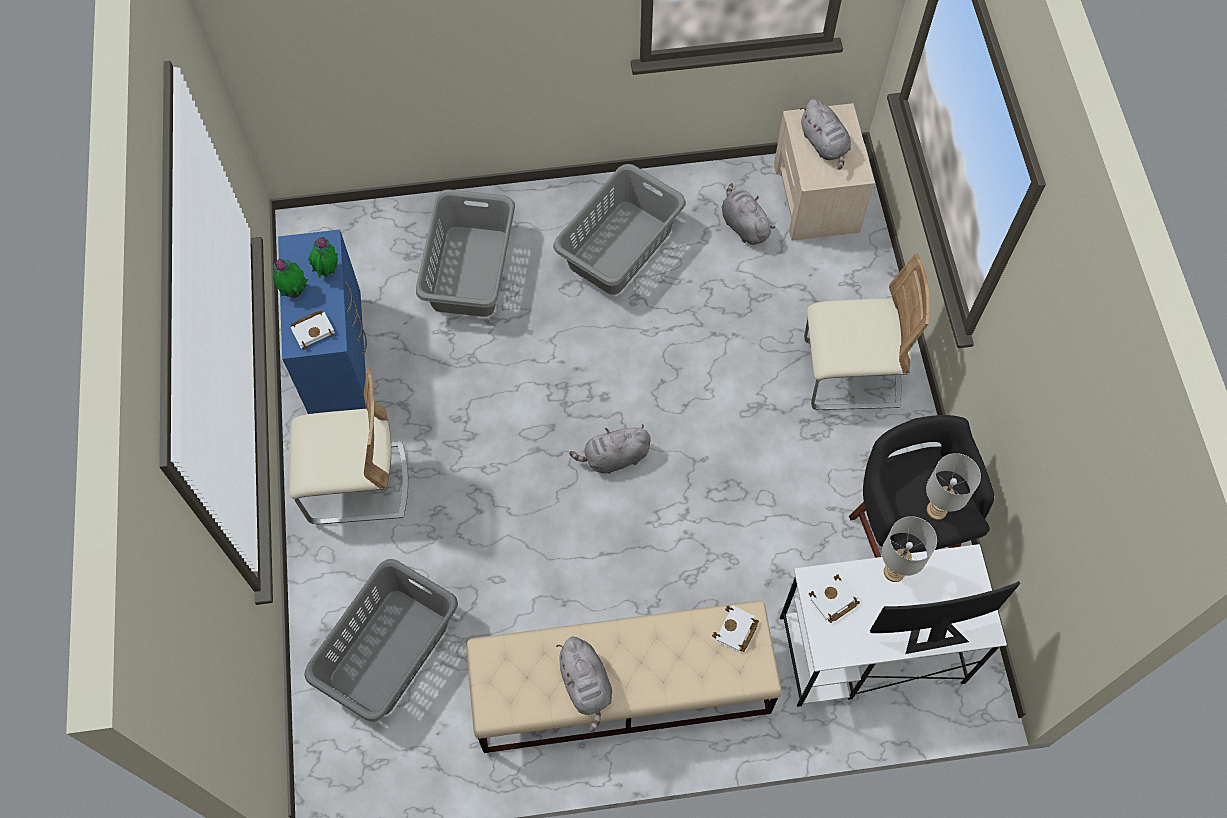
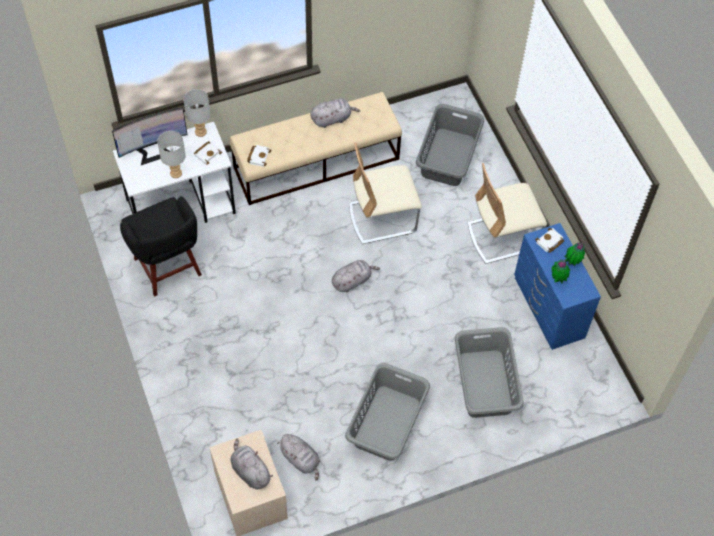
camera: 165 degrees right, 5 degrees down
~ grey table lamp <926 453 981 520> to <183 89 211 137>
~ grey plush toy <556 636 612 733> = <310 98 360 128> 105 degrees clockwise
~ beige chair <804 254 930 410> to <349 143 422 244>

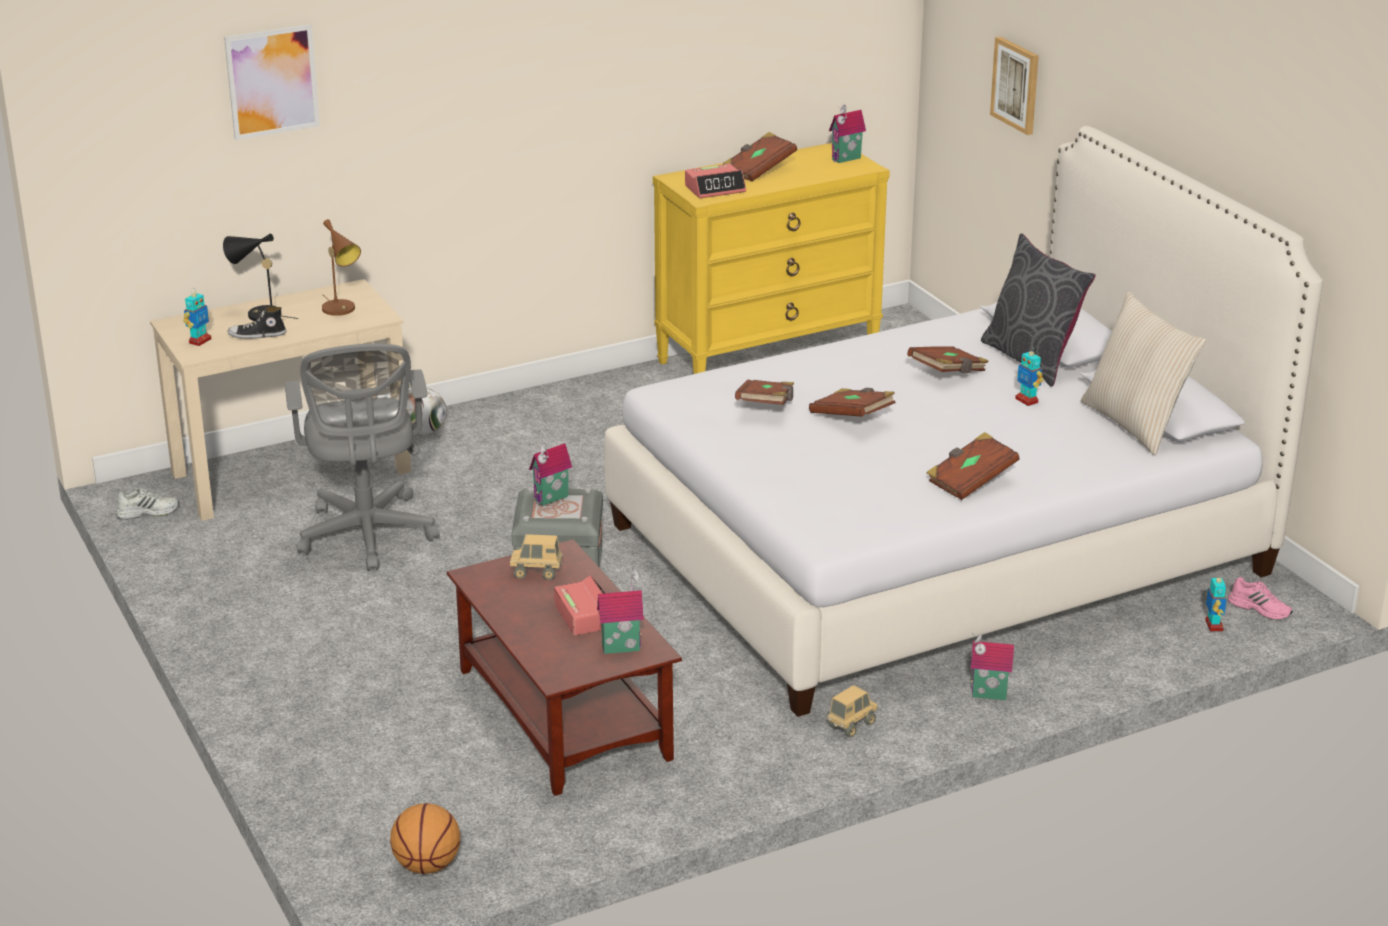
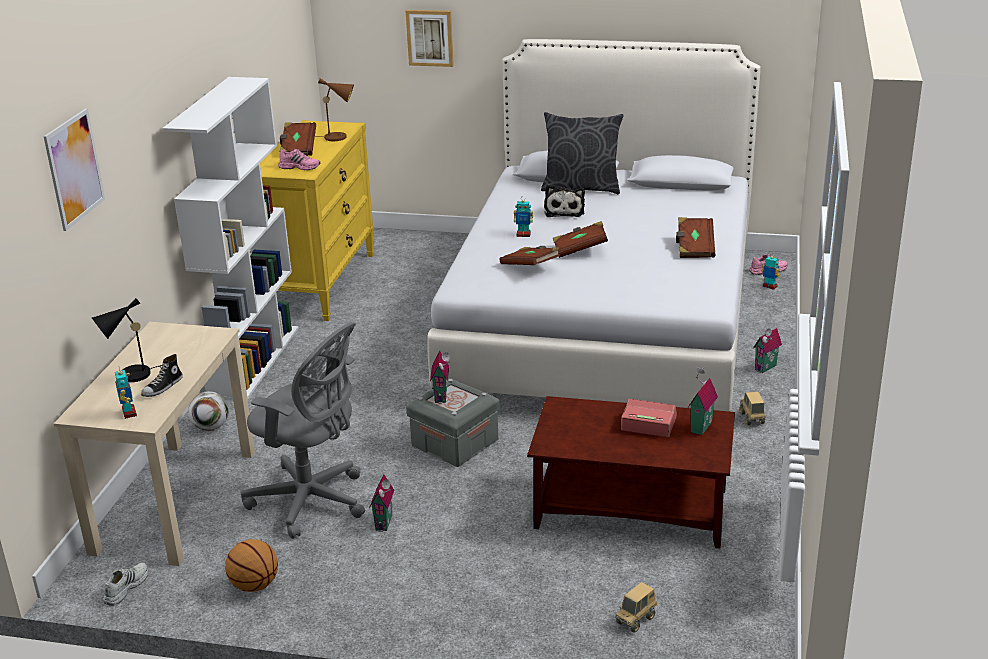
camera: 50 degrees left, 0 degrees up
+ white bookcase <163 77 299 400>
~ basketball <390 803 460 874> to <225 539 278 592>
~ alarm clock <685 164 746 199> to pink shoe <278 149 320 170>
~ brown table lamp <322 219 361 316> to <315 79 354 141>
~ toy house <829 105 866 163> to <369 475 394 532>
~ toy robot <1015 346 1044 406> to <514 196 533 237>
~ brown book <907 347 989 373> to plush toy <544 184 585 217>
~ toy truck <510 534 563 580> to <615 582 658 633>
- beige pillow <1081 292 1206 456>

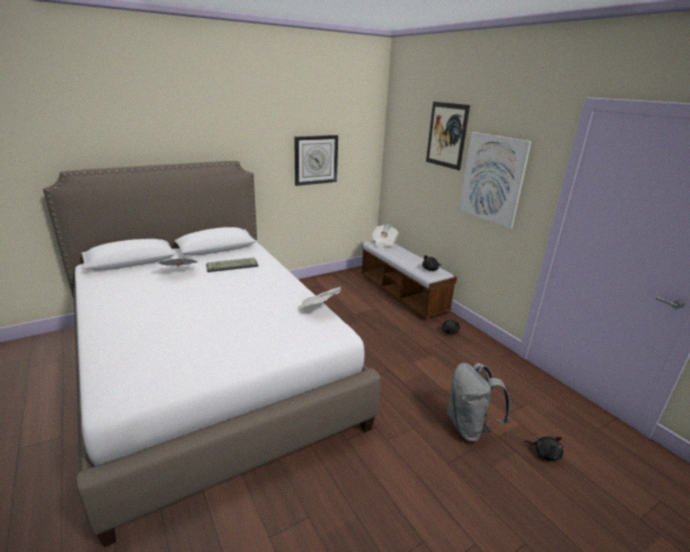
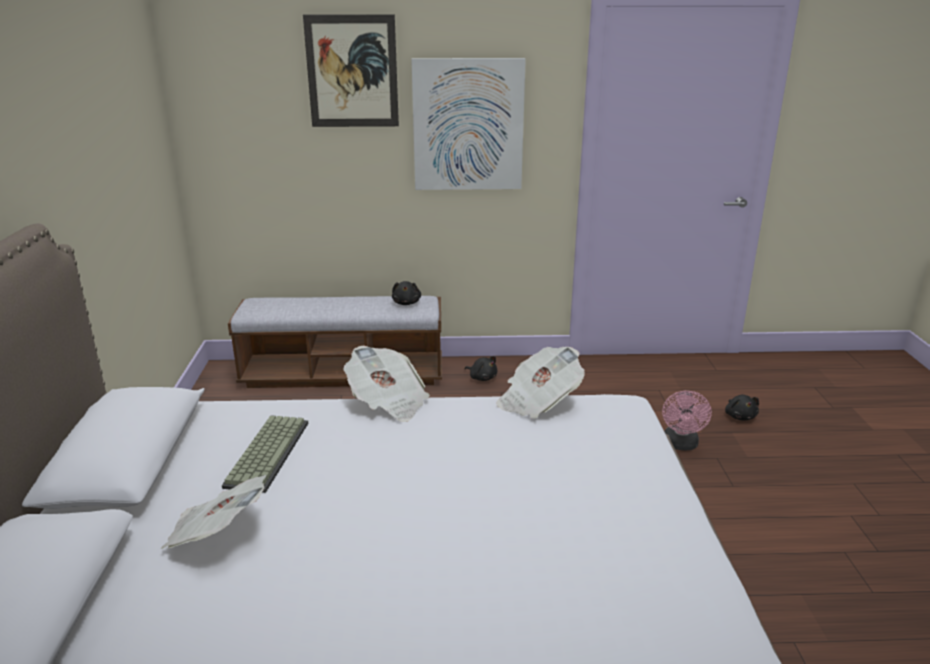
camera: 60 degrees left, 0 degrees up
~ newspaper <372 224 399 248> to <344 346 430 422>
~ grey backpack <447 363 510 442> to pink fan <662 391 712 450>
~ black plush toy <524 437 565 461> = <725 395 759 421> 105 degrees clockwise
- wall clock <294 135 338 186>

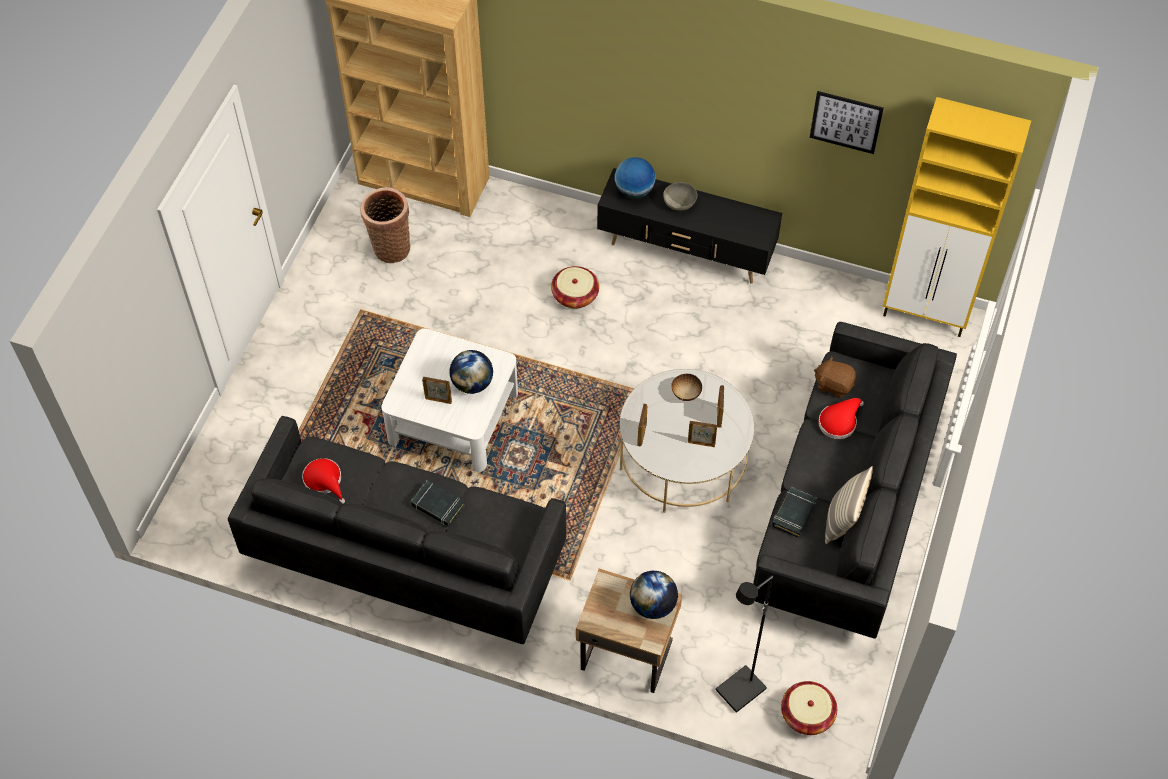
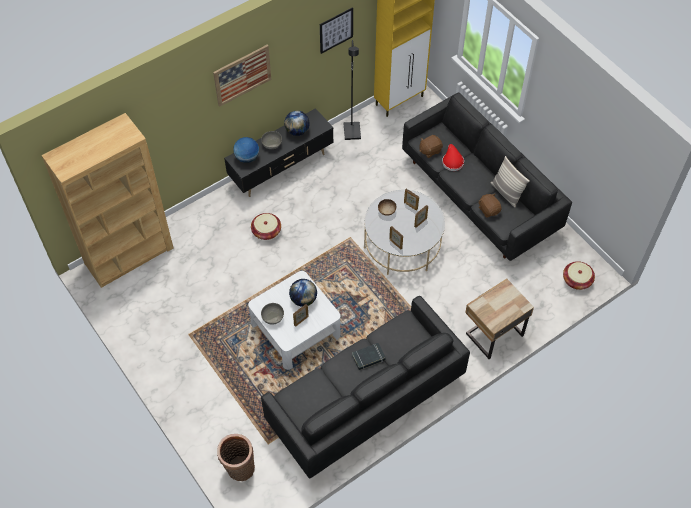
camera: 55 degrees left, 0 degrees up
+ picture <213 45 271 107>
~ basket <360 187 410 263> to <217 434 255 481>
+ grey bowl <261 303 284 325>
~ globe <630 571 678 619> to <284 110 310 136>
~ black floor lamp <716 576 773 713> to <344 40 361 140>
~ black book <772 487 817 538> to brown plush toy <479 193 502 217>
- red hat <302 458 345 504>

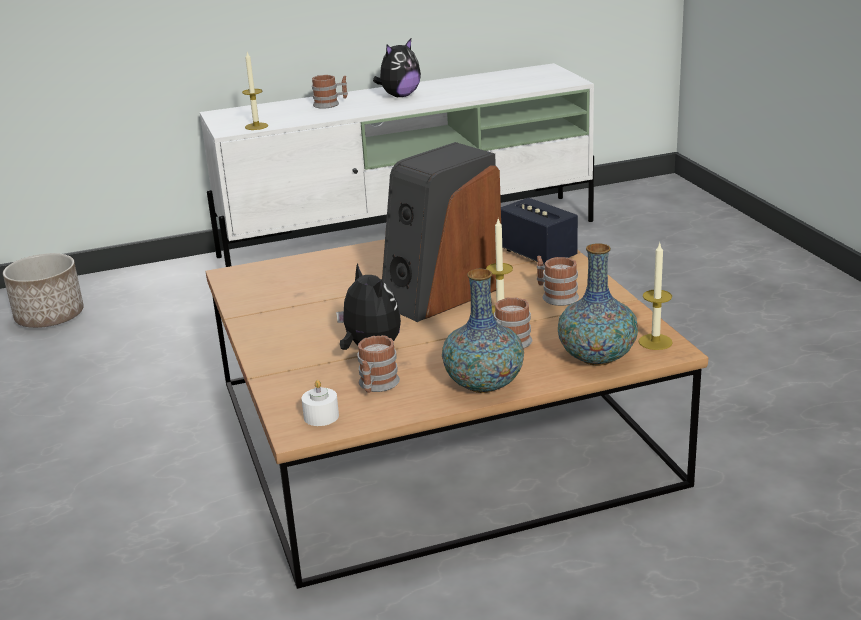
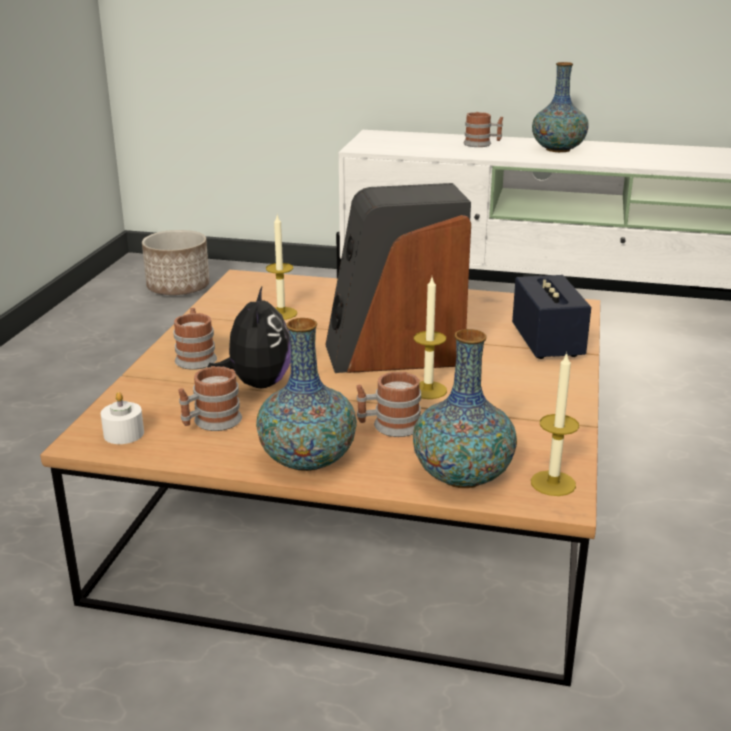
camera: 30 degrees right, 0 degrees up
~ mug <537 256 579 306> to <173 308 217 370>
~ candle <242 52 268 130> to <266 215 297 320>
~ plush toy <373 39 421 97> to vase <532 62 589 152>

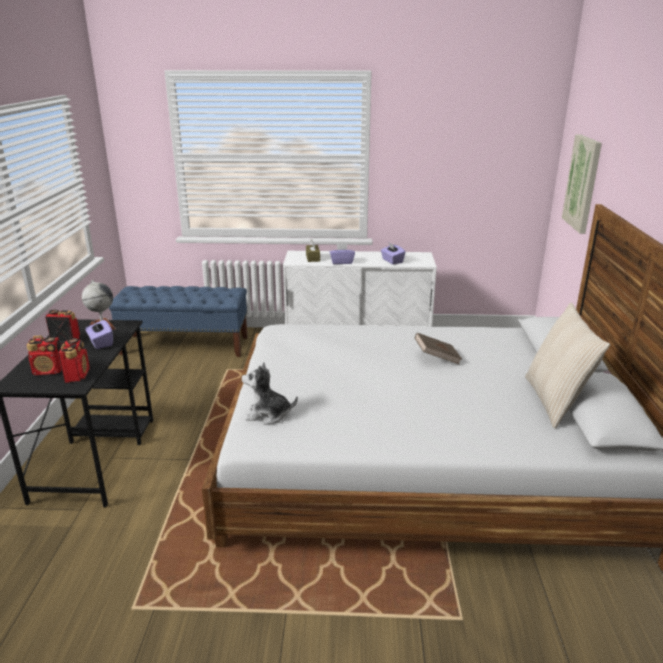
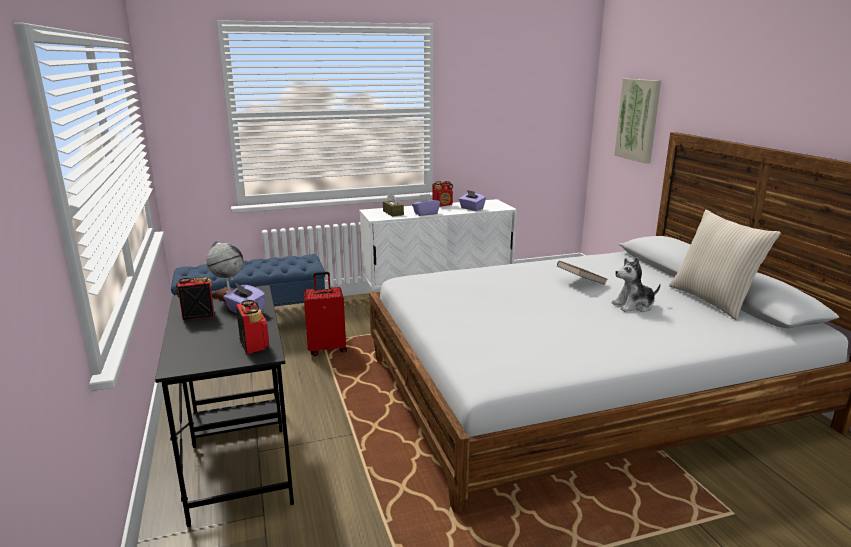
camera: 20 degrees left, 5 degrees down
+ red suitcase <303 272 347 356>
~ radio <27 336 62 375> to <432 181 453 207>
~ plush toy <242 363 298 425> to <612 257 661 312>

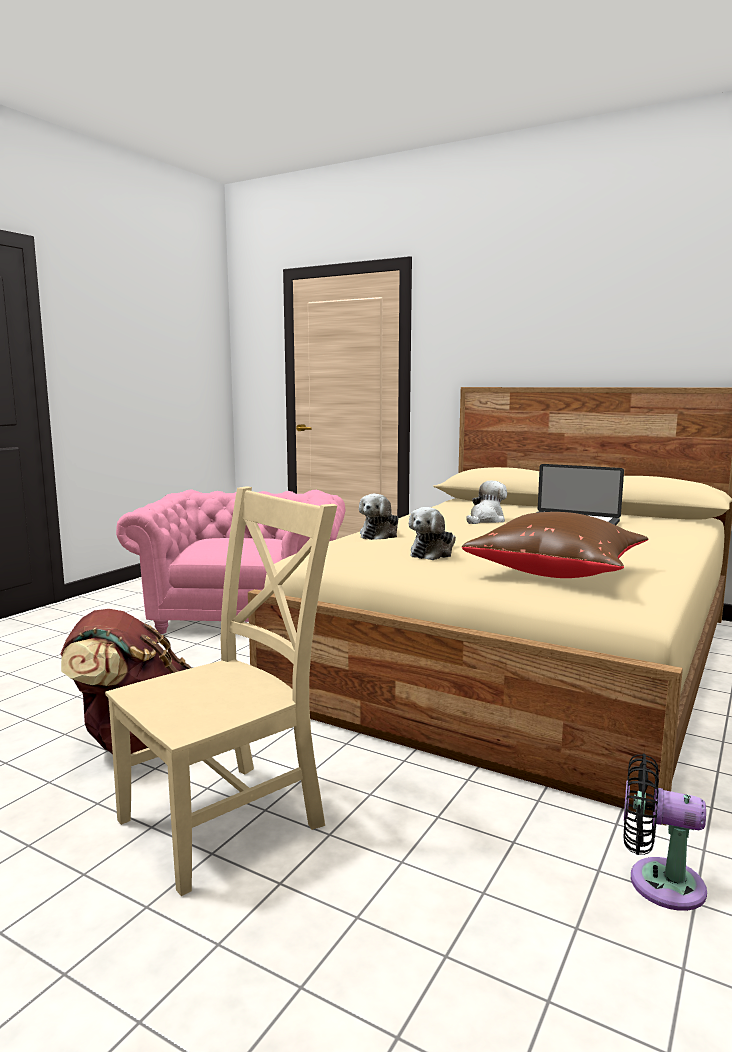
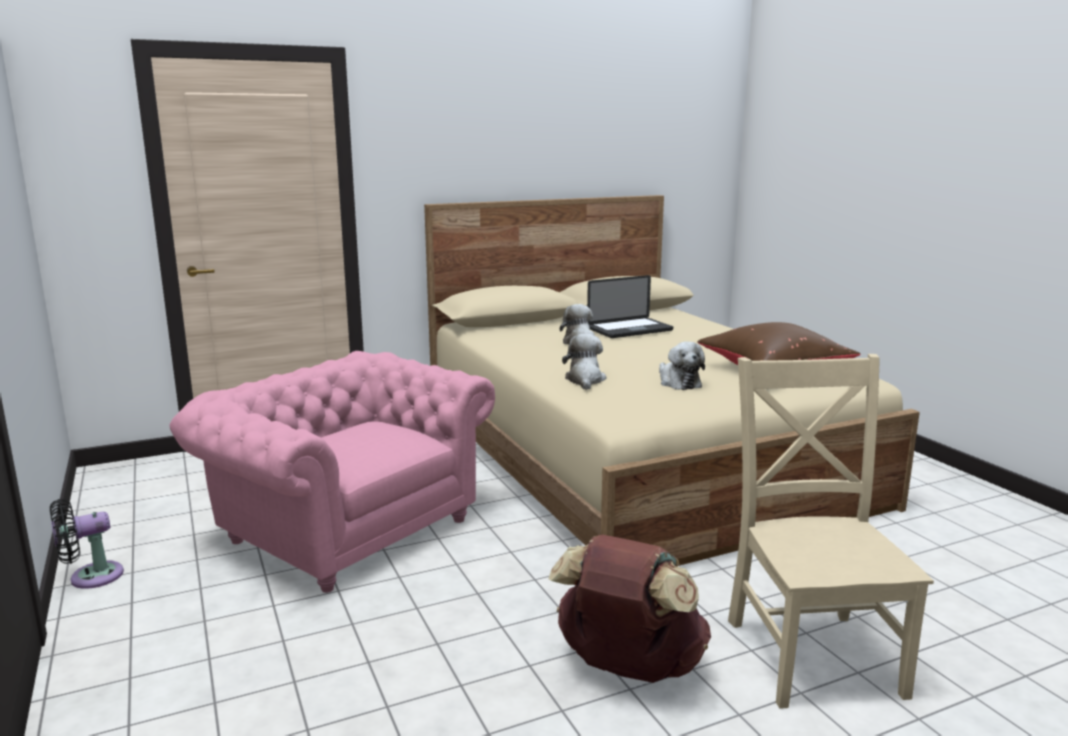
camera: 55 degrees left, 5 degrees up
~ black fan <623 754 707 911> to <50 499 124 589>
~ plush toy <359 494 398 540> = <562 334 606 390> 150 degrees counterclockwise

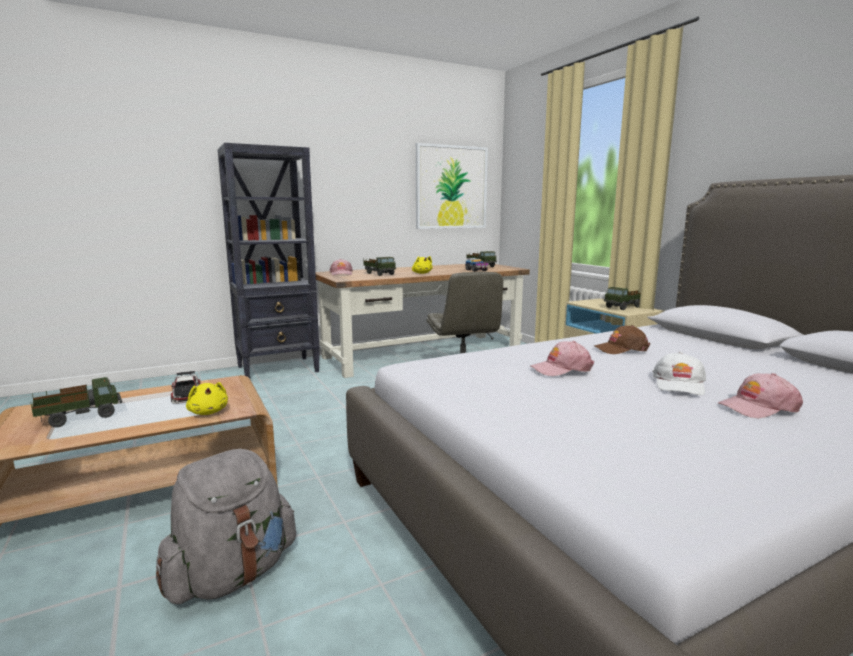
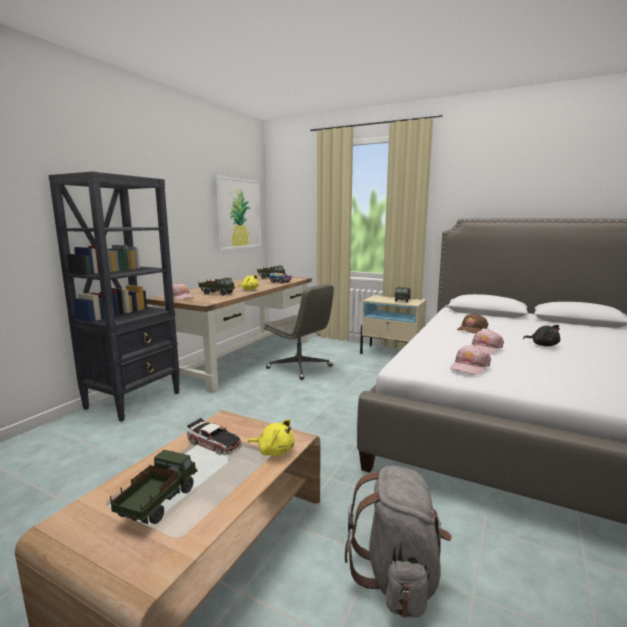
camera: 35 degrees left, 0 degrees up
~ pink cap <718 373 803 418> to <450 345 491 375>
~ white cap <653 352 706 395> to black plush toy <523 325 560 346>

